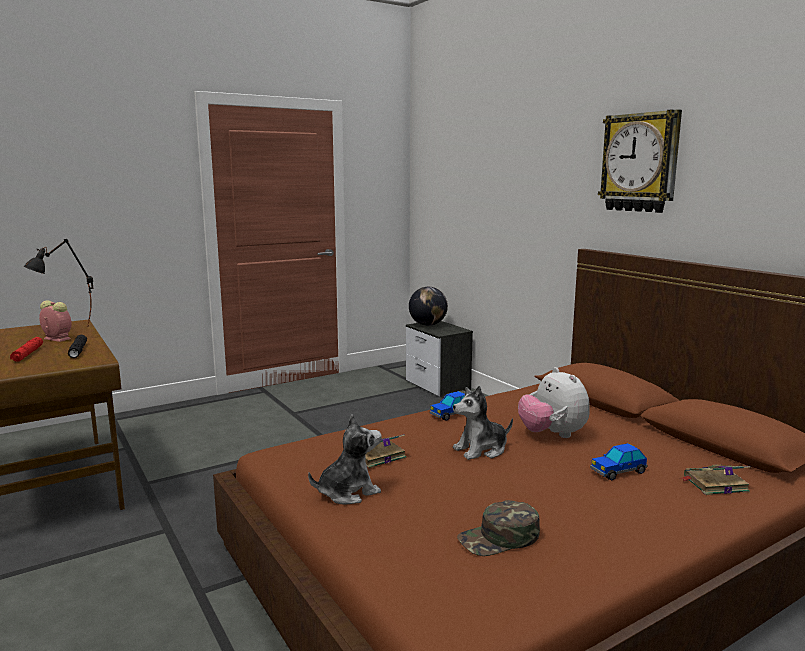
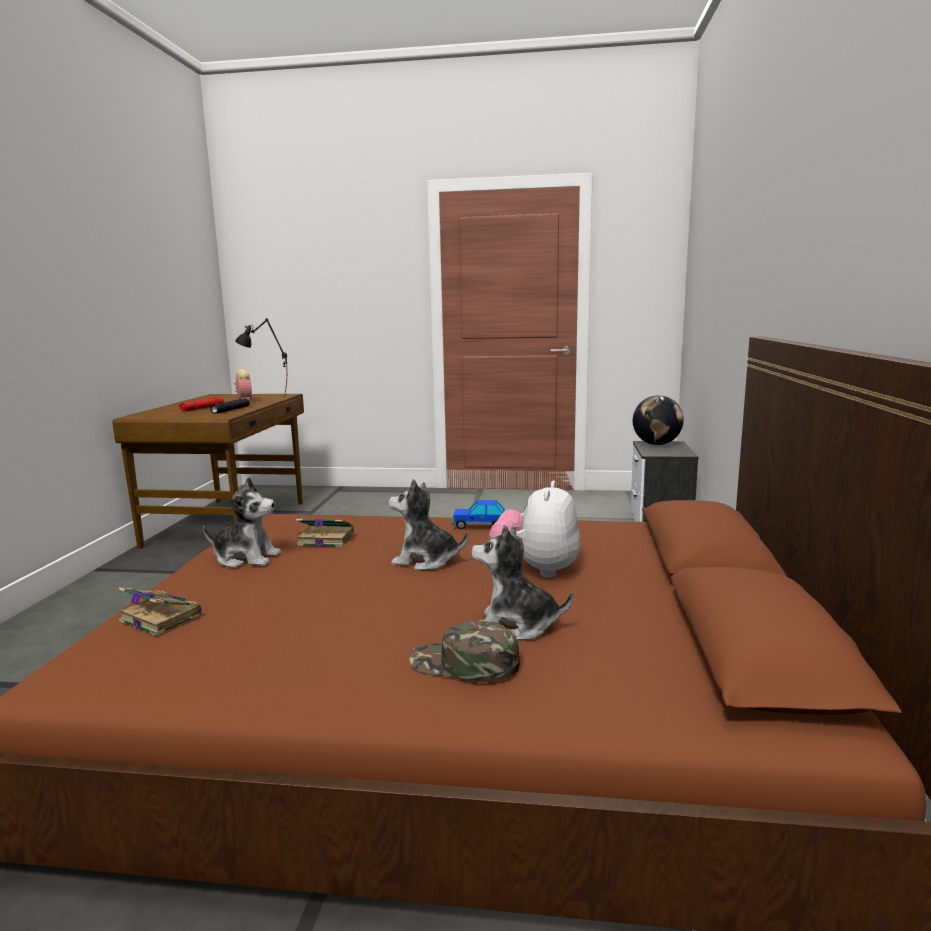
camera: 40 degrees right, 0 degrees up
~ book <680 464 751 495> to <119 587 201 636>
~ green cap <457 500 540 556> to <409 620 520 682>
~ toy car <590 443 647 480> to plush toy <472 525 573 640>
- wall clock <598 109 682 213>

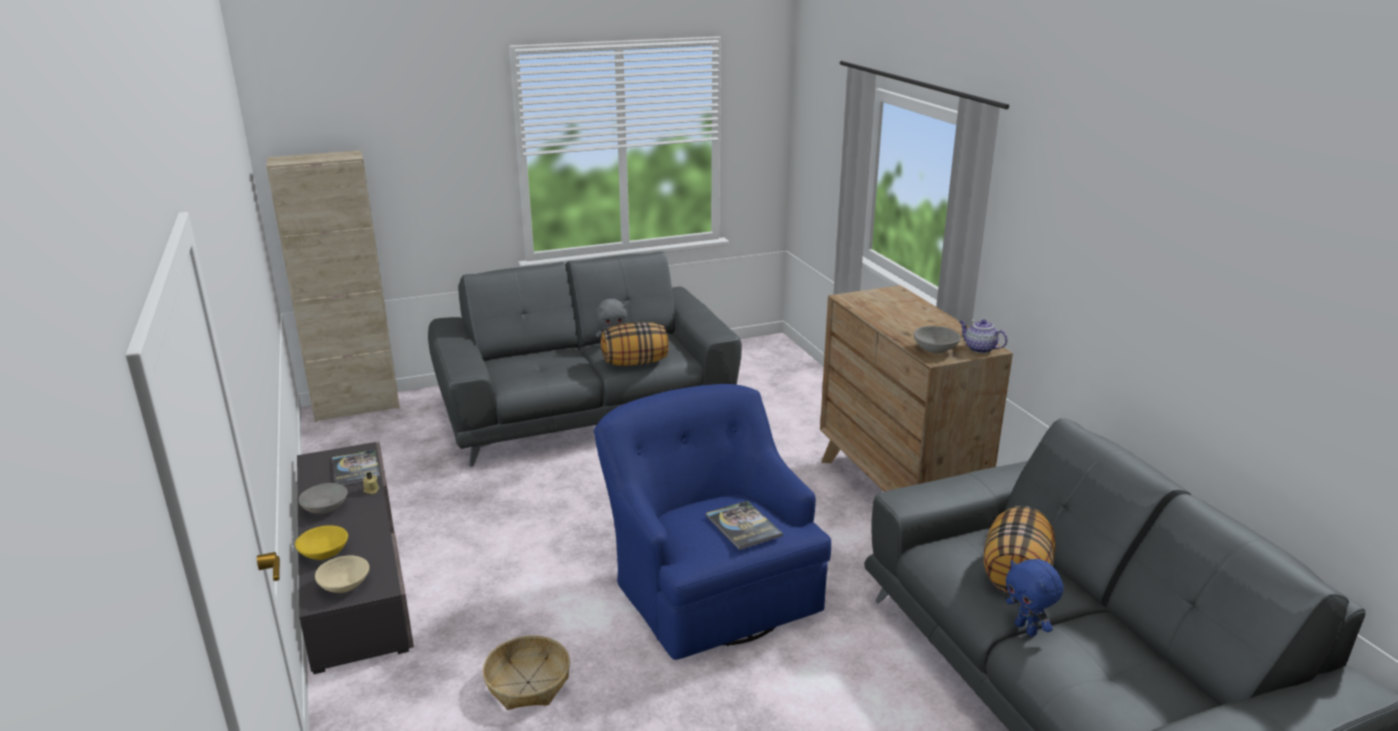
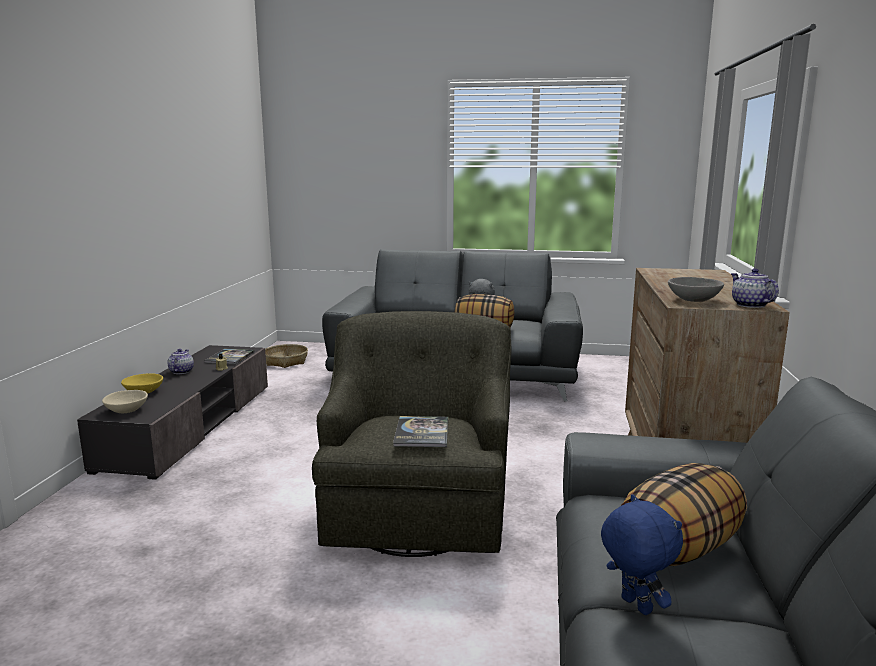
camera: 30 degrees right, 10 degrees down
~ grey bowl <299 483 348 514> to teapot <167 349 194 374>
~ basket <483 635 570 710> to <265 344 308 368>
~ blue armchair <594 384 831 660> to green armchair <312 311 511 557>
~ blue plush toy <1006 559 1064 636> = <601 494 683 615> 150 degrees clockwise
- beige cabinet <267 150 400 422>

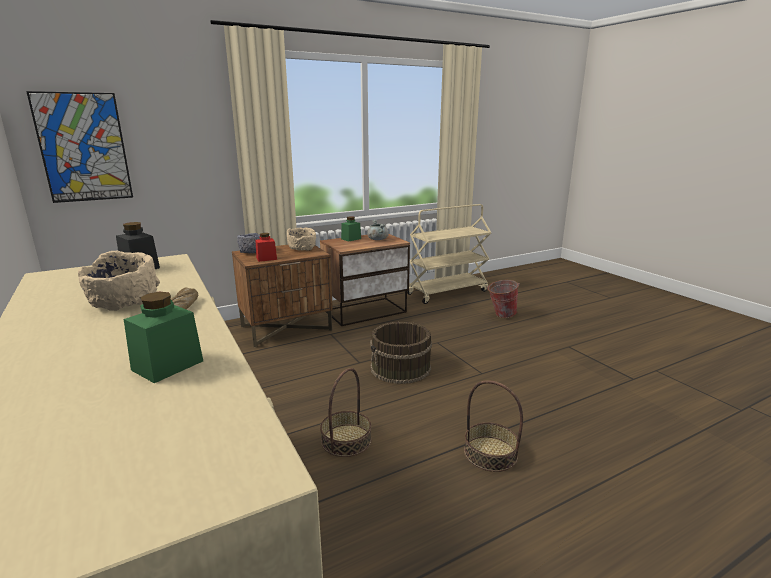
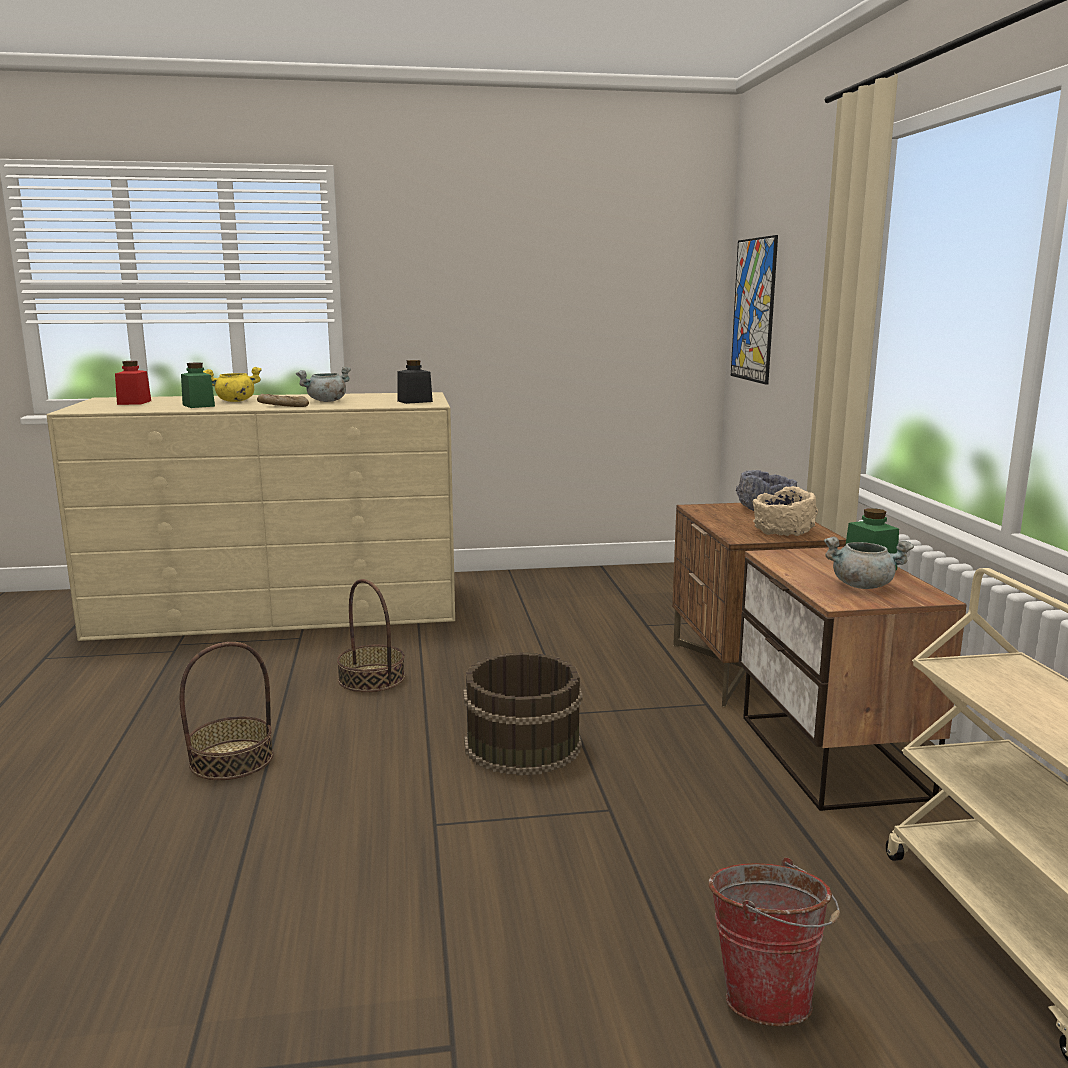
camera: 110 degrees right, 5 degrees down
~ red jar <255 233 277 262> to <115 361 151 405>
+ yellow cooking pot <203 367 262 402>
~ beige bowl <78 251 160 311> to grey cooking pot <296 366 351 402>

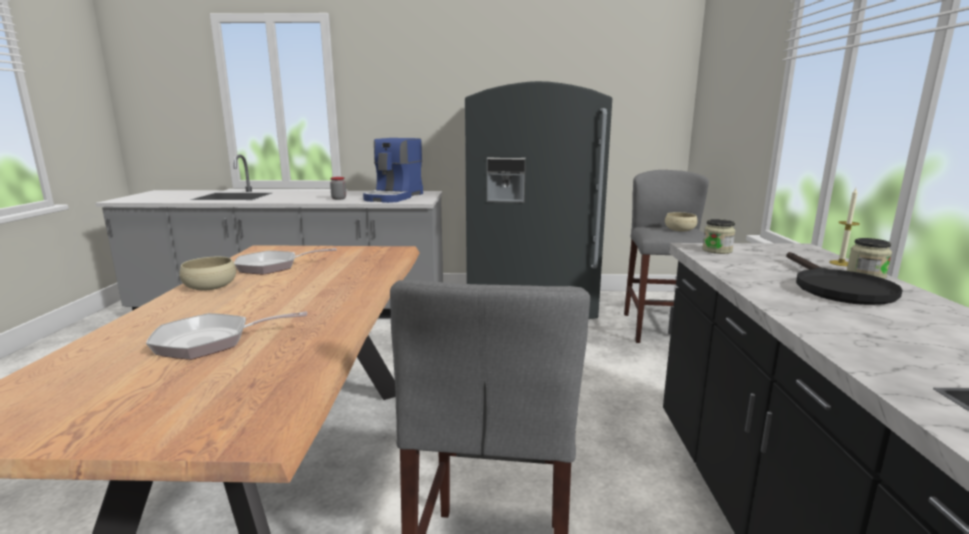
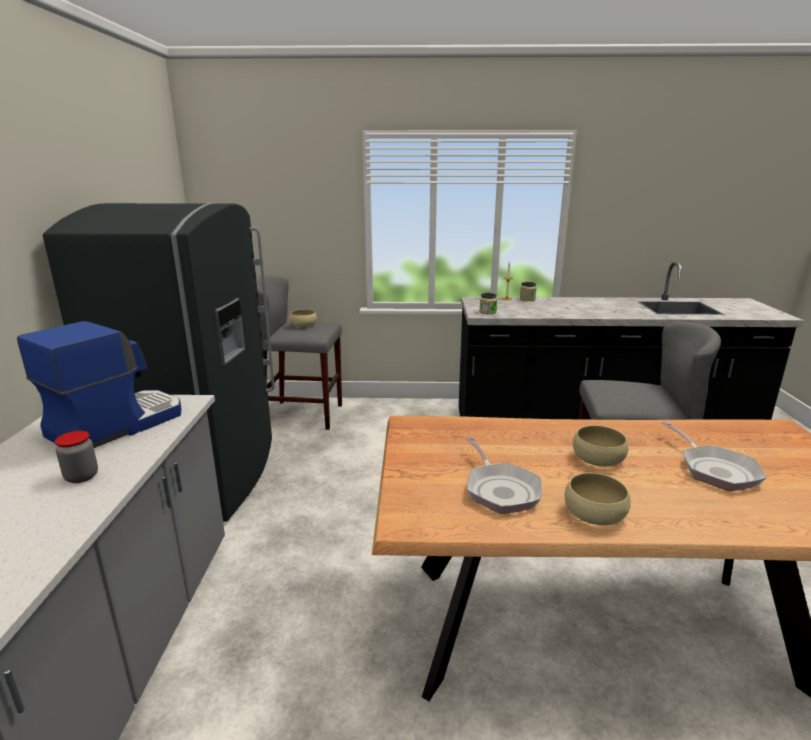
camera: 90 degrees left, 5 degrees up
~ coffee machine <363 138 423 203> = <17 321 182 448> 75 degrees counterclockwise
+ beige bowl <573 425 628 467>
- black frying pan <786 252 903 305>

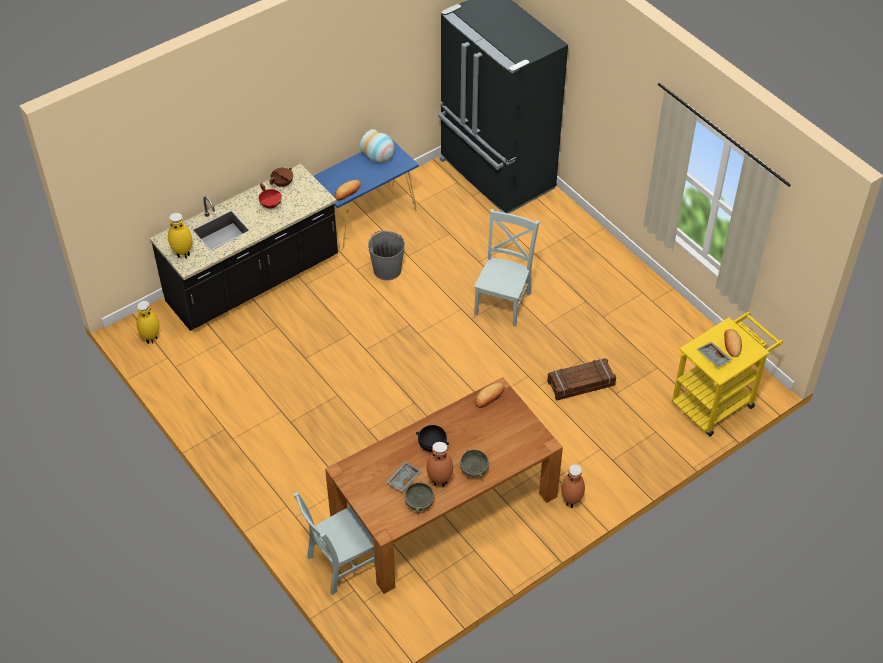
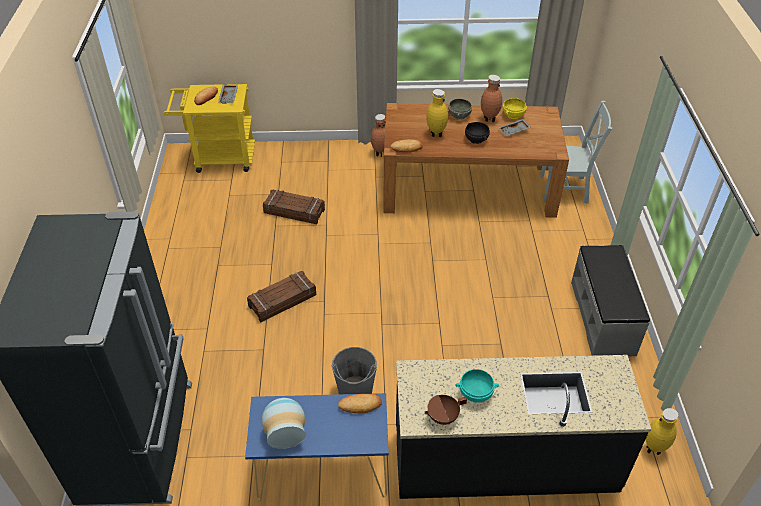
camera: 145 degrees left, 5 degrees down
~ grey chair <474 209 539 327> to crate <247 271 316 322>
~ yellow vase <168 213 192 259> to <426 89 448 137>
~ red cooking pot <259 183 282 209> to turquoise bowl <456 369 499 403>
~ grey bowl <404 481 434 513> to yellow bowl <503 98 527 119>
+ grey bench <571 245 650 356>

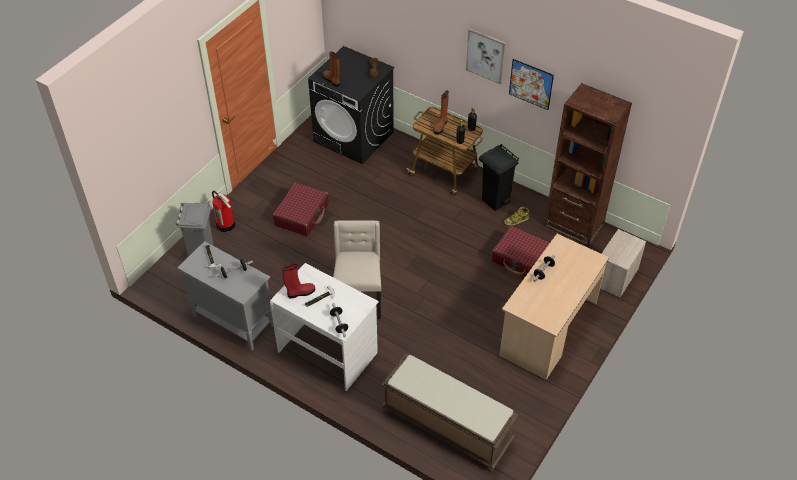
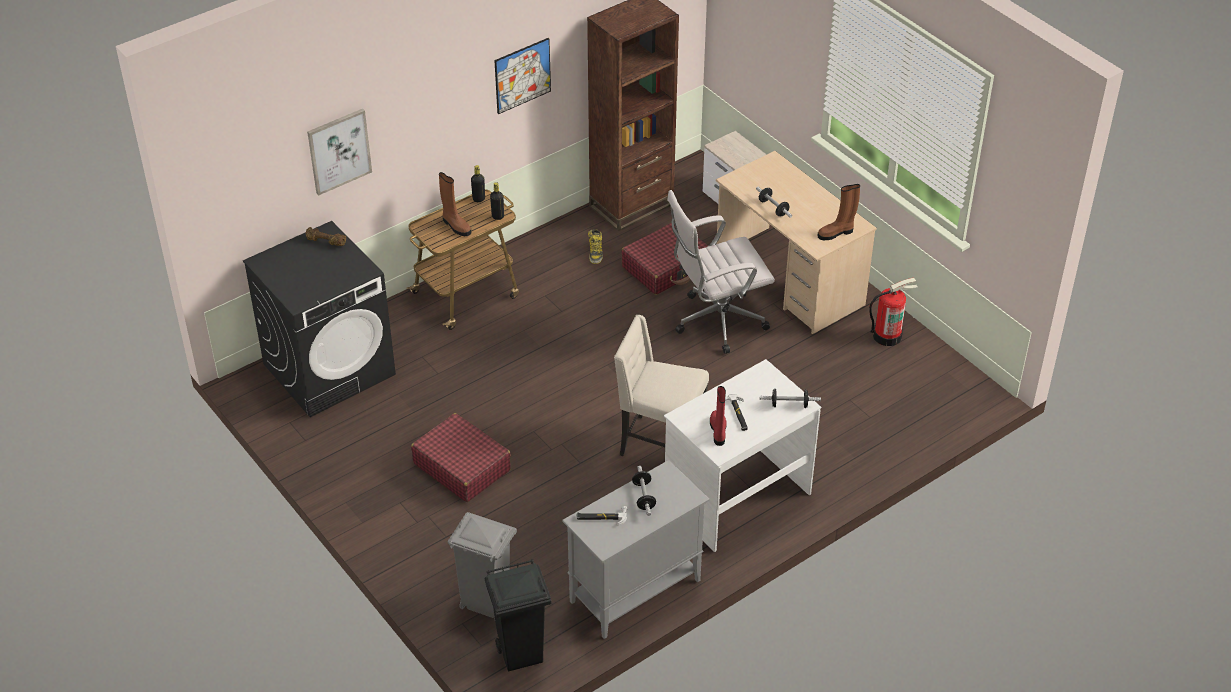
camera: 70 degrees left, 5 degrees down
~ picture <466 28 506 84> to <307 109 372 196>
~ black trash can <479 144 519 211> to <485 559 551 671>
+ white office chair <667 190 775 354>
~ brown boot <323 51 340 87> to <818 184 860 240>
~ fire extinguisher <212 191 235 232> to <869 278 918 346>
- brown bench <381 354 519 471>

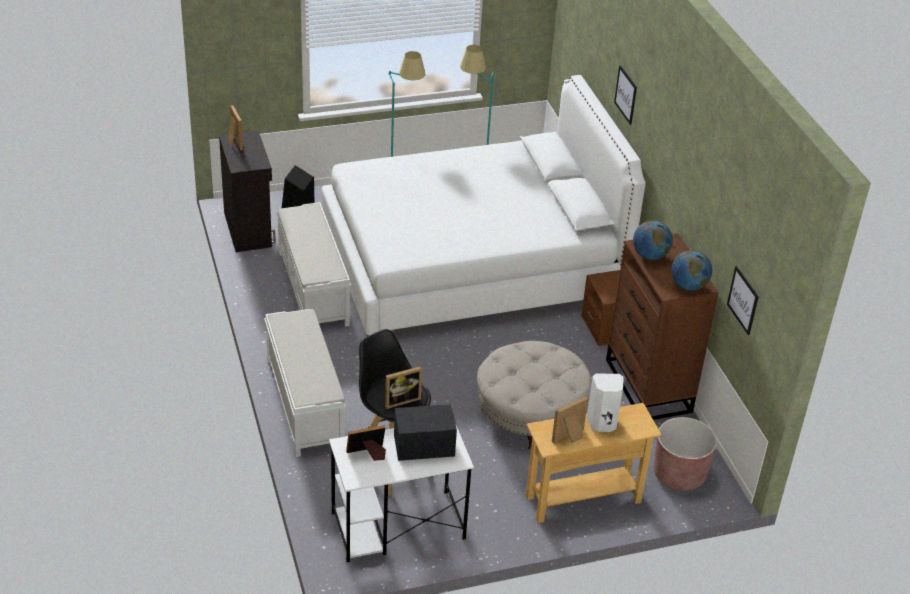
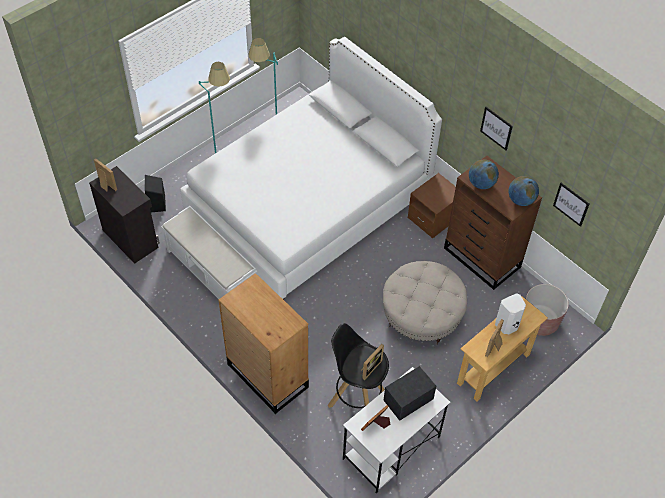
camera: 25 degrees left, 15 degrees up
~ white bench <264 309 346 457> to brown dresser <218 273 309 414>
~ picture <614 65 637 125> to <480 107 513 150>

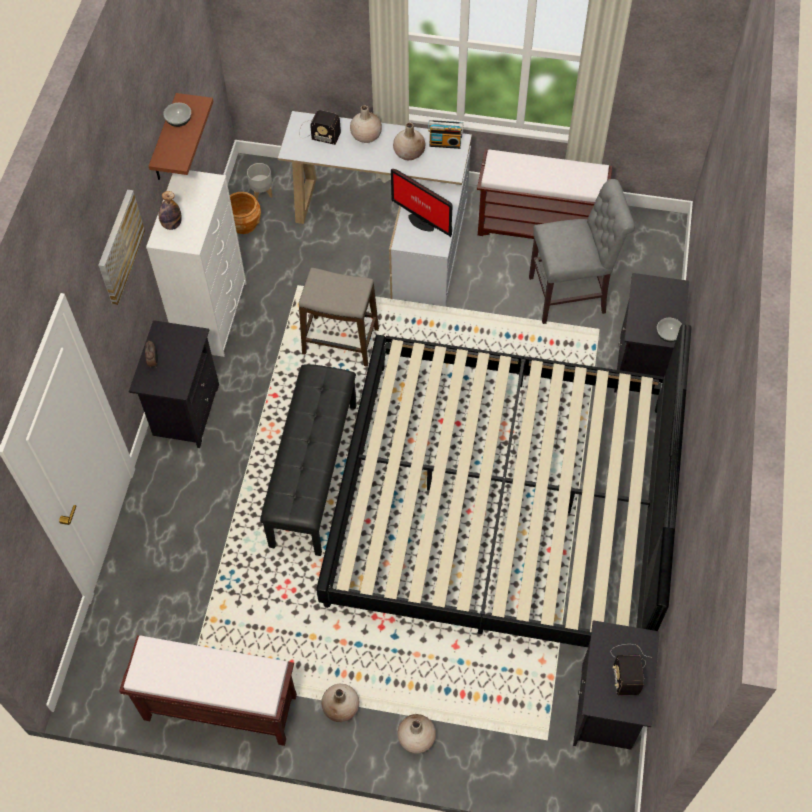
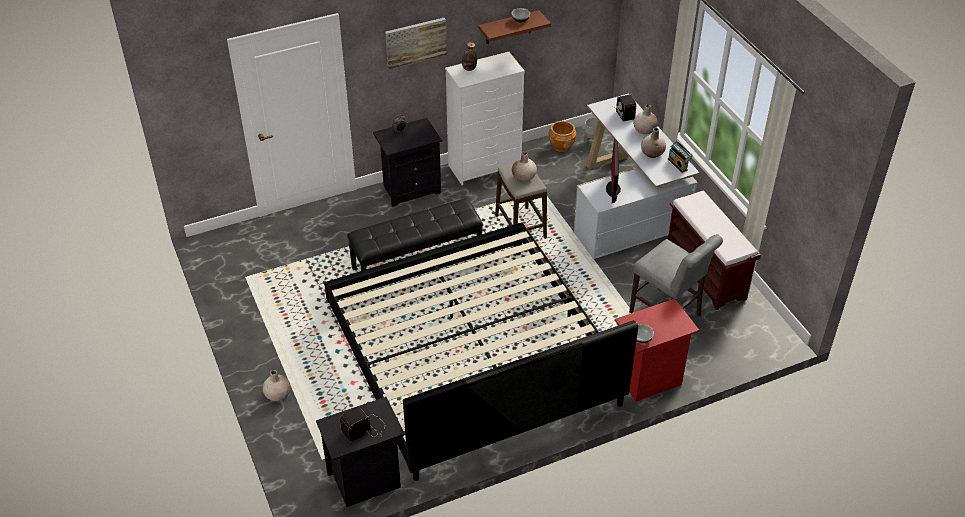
camera: 55 degrees right, 15 degrees down
~ beige vase <321 684 359 722> to <512 152 537 182>
~ black nightstand <614 273 689 393> to red nightstand <615 299 699 401>
- brown bench <119 635 297 746>

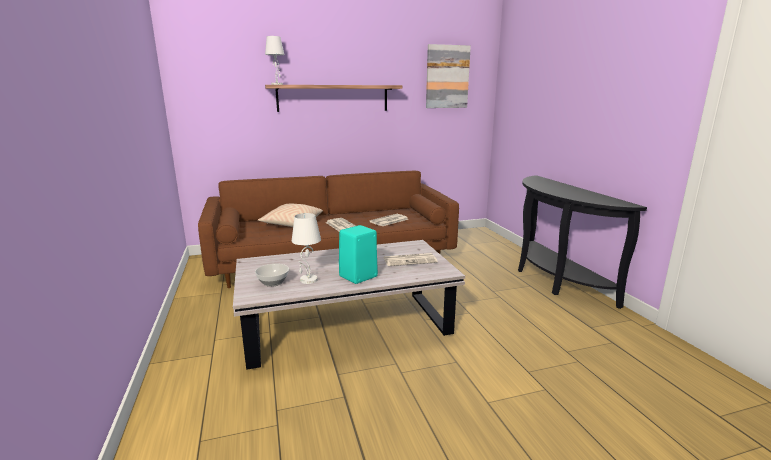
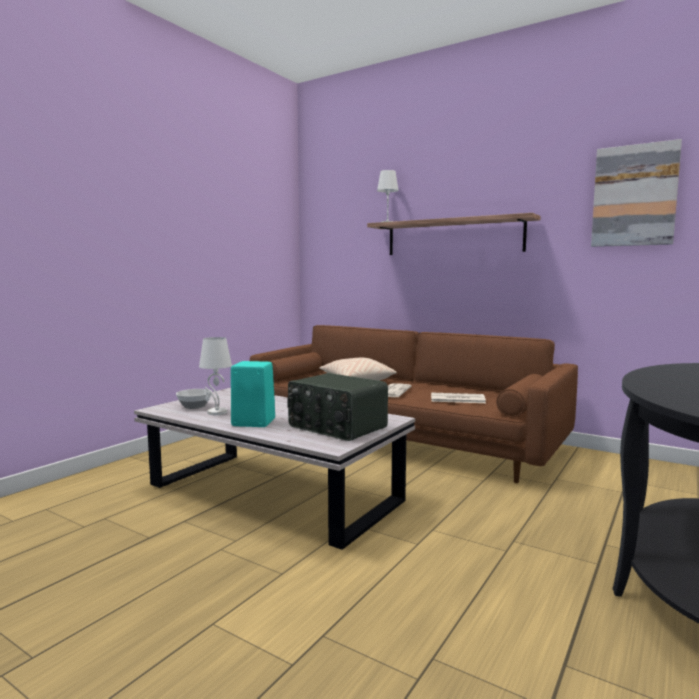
camera: 50 degrees right, 10 degrees down
~ newspaper <384 253 438 266> to radio <287 373 388 441>

